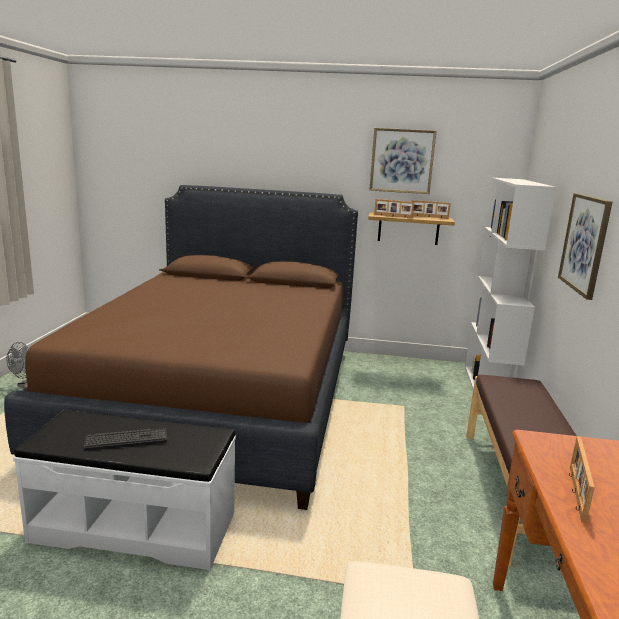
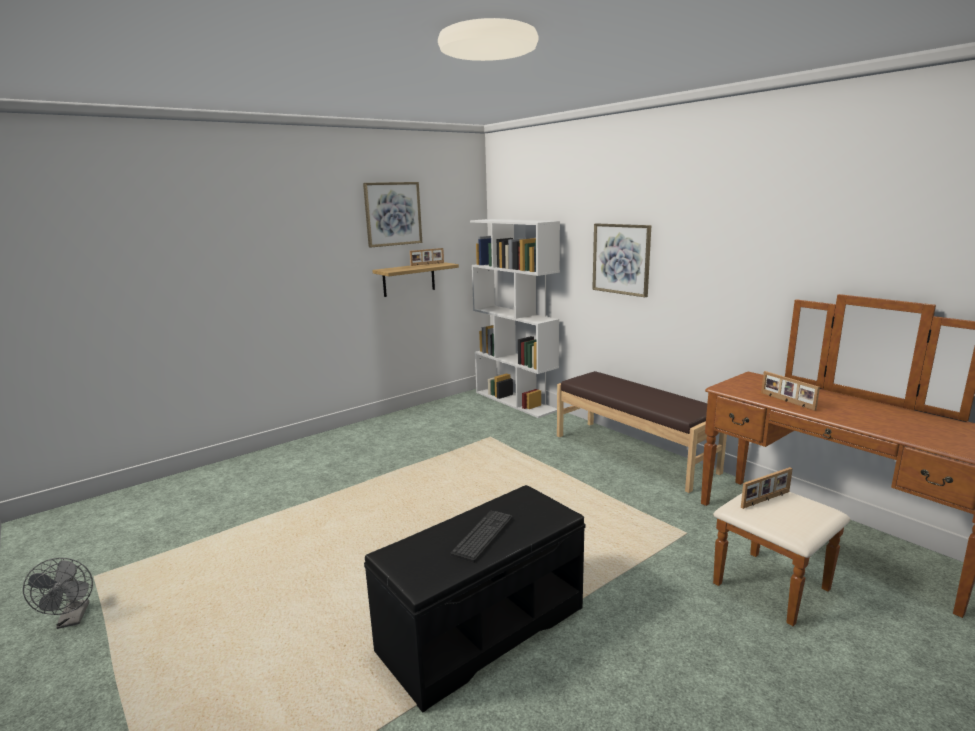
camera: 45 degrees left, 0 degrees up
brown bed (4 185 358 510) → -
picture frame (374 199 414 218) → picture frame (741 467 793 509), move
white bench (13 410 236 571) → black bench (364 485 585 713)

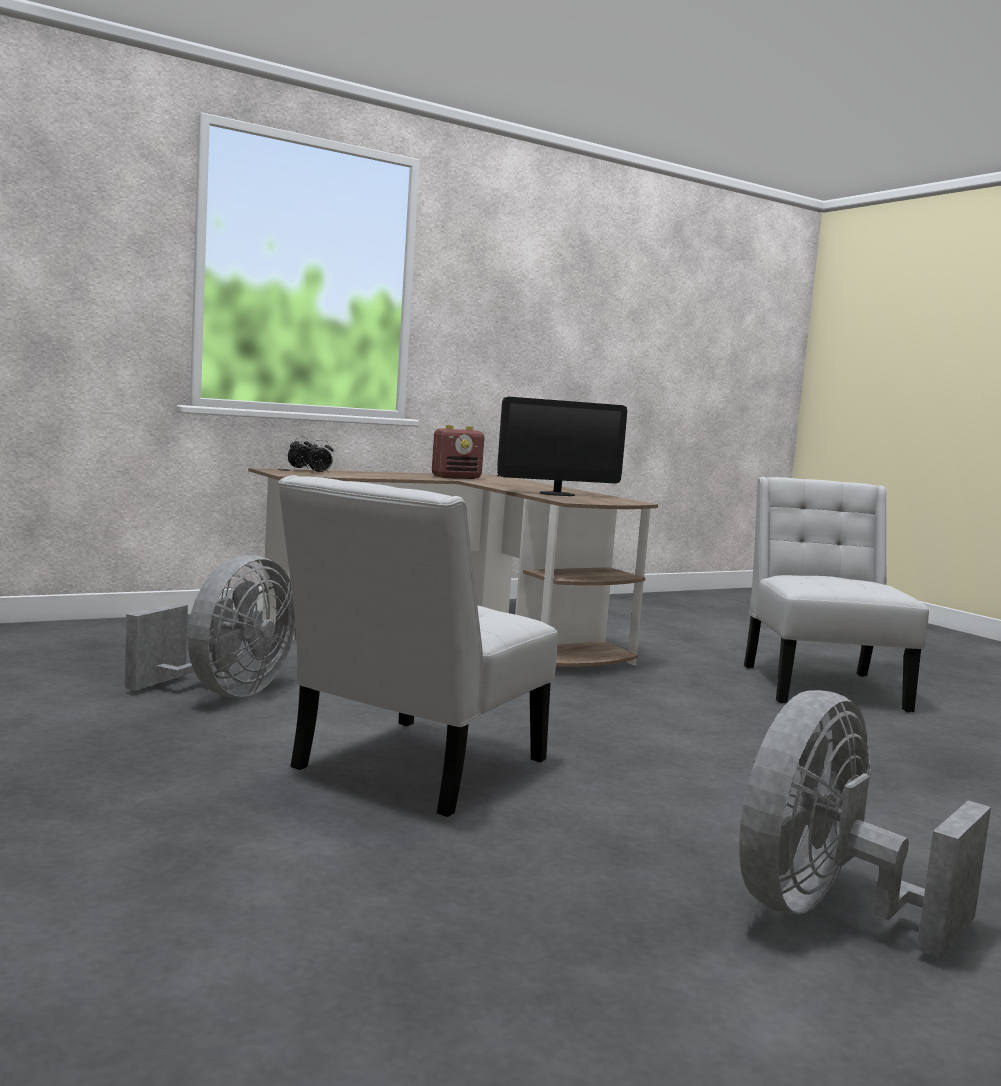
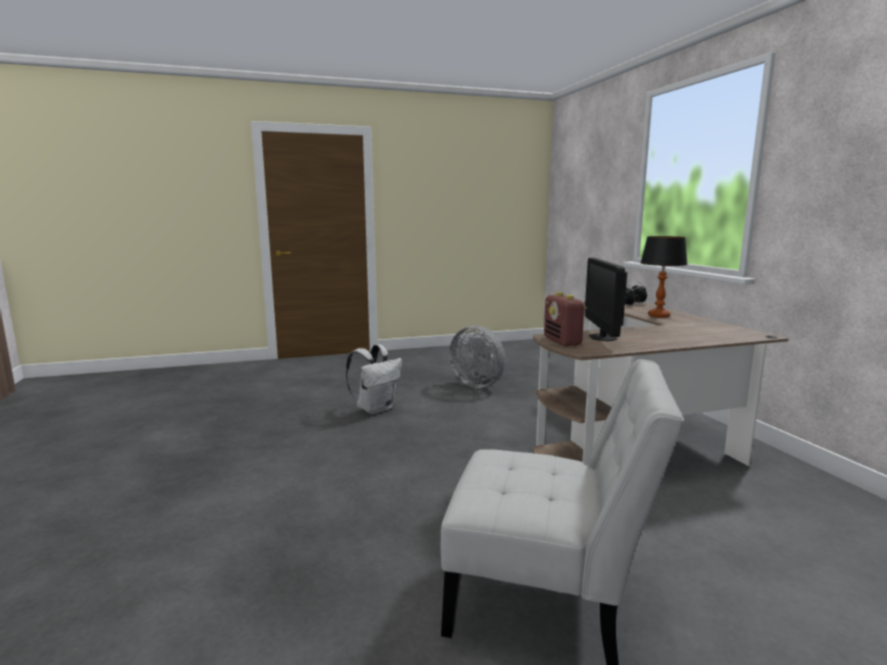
camera: 105 degrees right, 5 degrees up
radio (432 425 484 479) → radio (544 292 587 346), move
white chair (278 475 558 817) → white backpack (346 344 402 414)
grey fan (739 690 991 959) → -
- → table lamp (641 236 688 318)

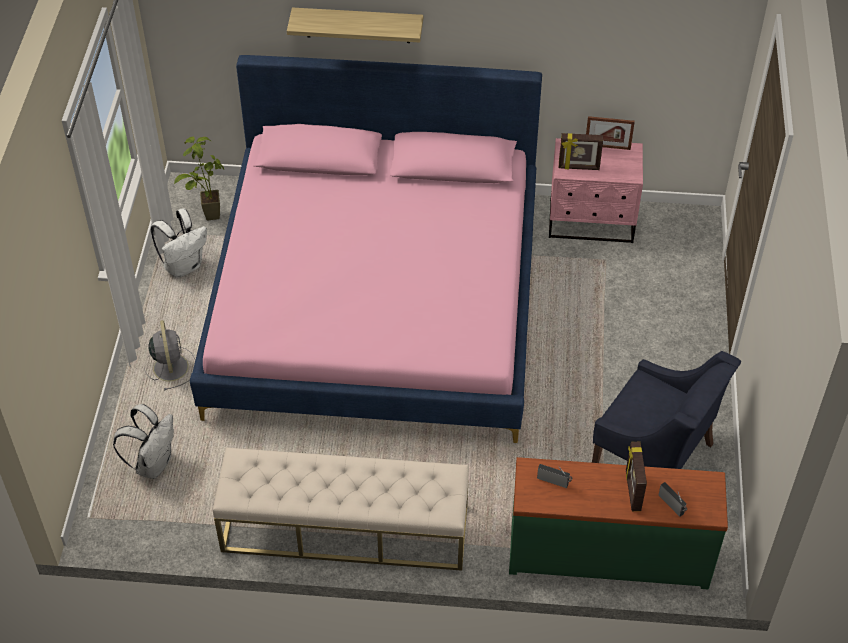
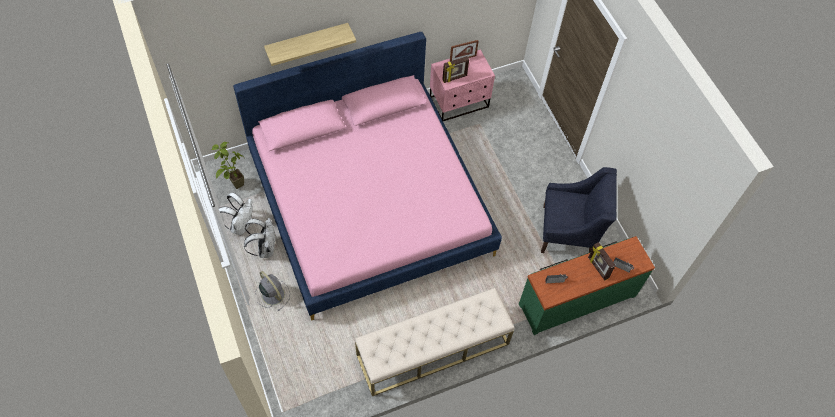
camera: 30 degrees left, 10 degrees up
white backpack (113 404 174 479) → white backpack (244 218 276 258), move

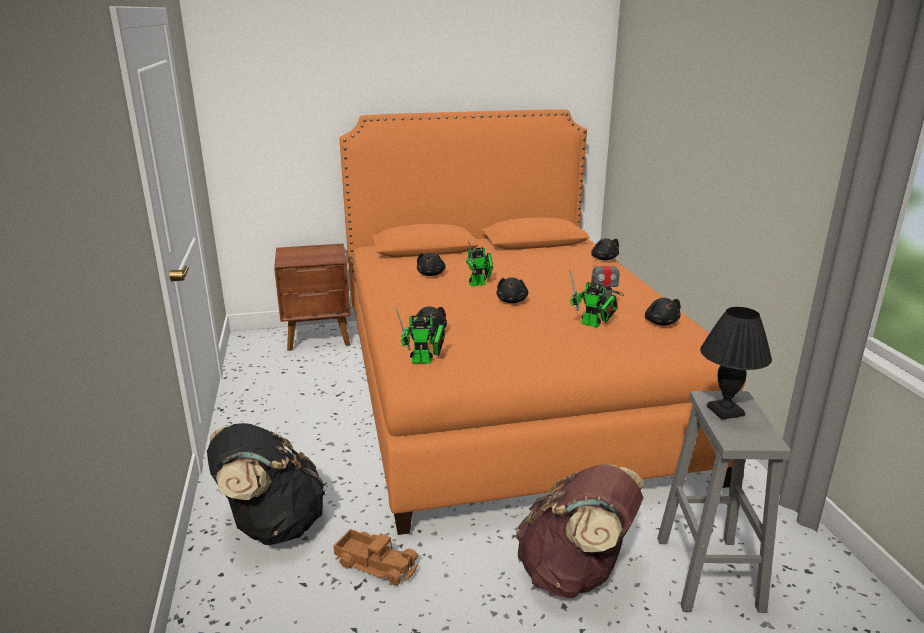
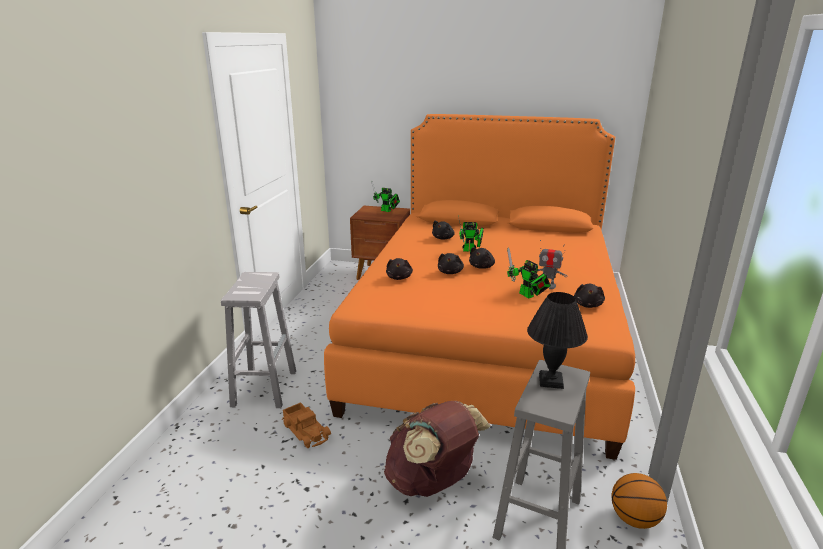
camera: 25 degrees right, 0 degrees up
black plush toy (591 238 619 260) → black plush toy (438 253 464 274), move
toy robot (396 308 445 364) → toy robot (371 180 400 212), move
black backpack (207 423 326 545) → white stool (221 272 296 408)
- → basketball (611 473 667 529)

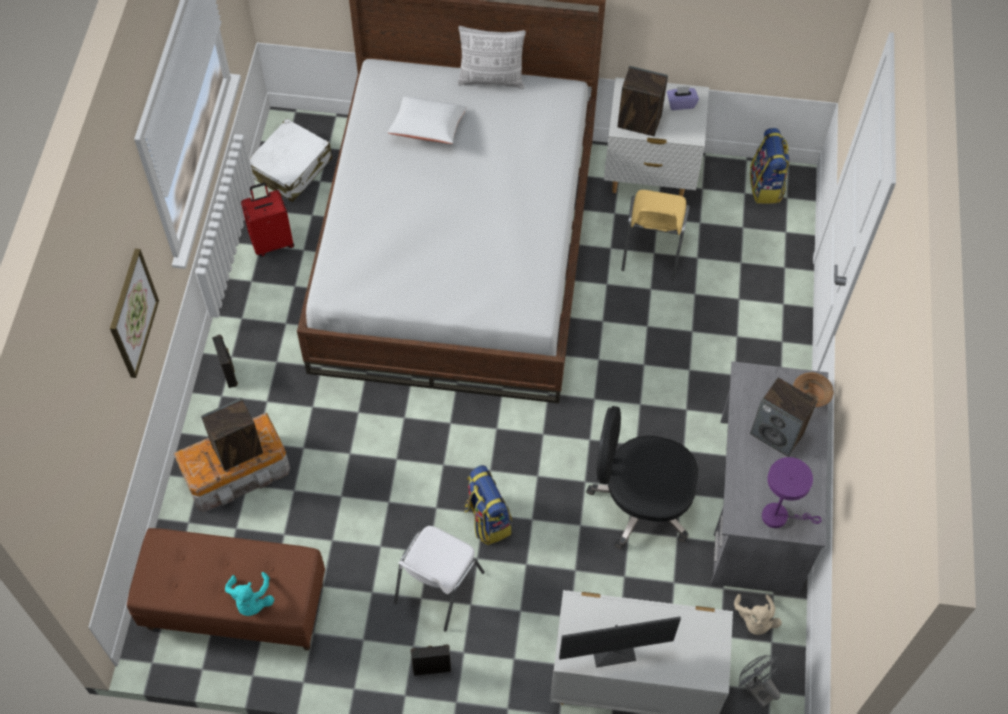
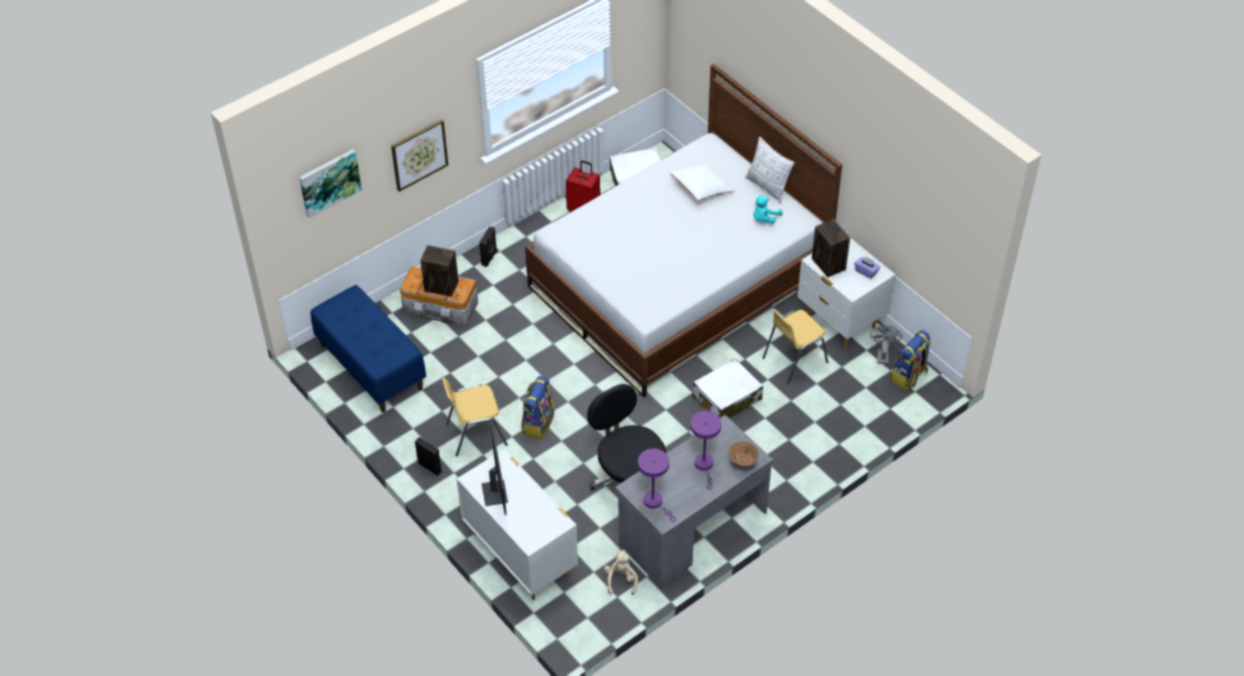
camera: 45 degrees right, 10 degrees down
speaker (750 378 818 457) → purple table lamp (690 411 721 489)
white chair (394 526 485 632) → yellow chair (442 378 508 457)
brown bench (127 528 325 650) → blue bench (311 285 426 412)
turquoise plush toy (225 572 274 616) → turquoise plush toy (753 196 782 224), move
beige plush toy (734 594 782 635) → beige plush toy (604 549 638 595), 135 degrees clockwise
monitor (559 617 681 667) → monitor (482 425 508 515), 135 degrees counterclockwise
grey fan (738 655 781 708) → grey fan (870 325 902 364), move
- → picture (299 149 362 218)
- → white suitcase (692 359 763 418)

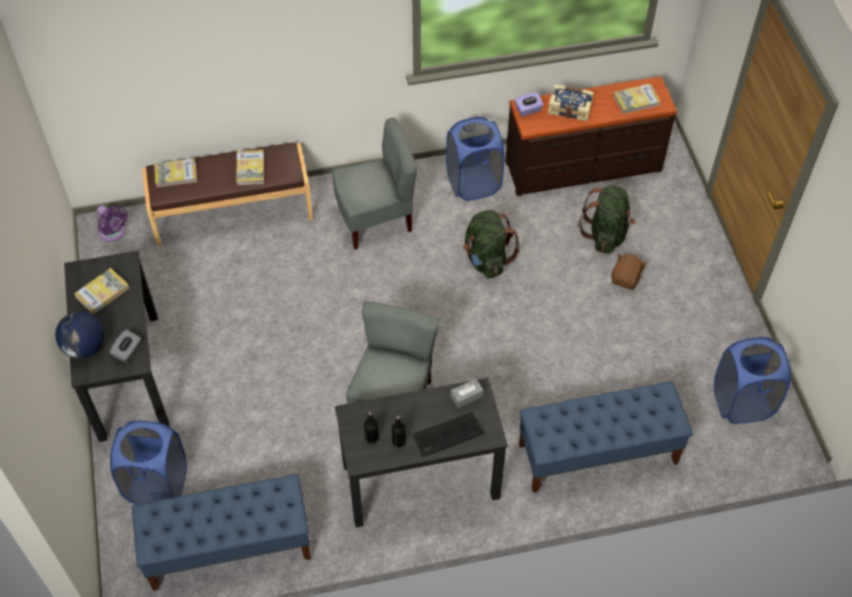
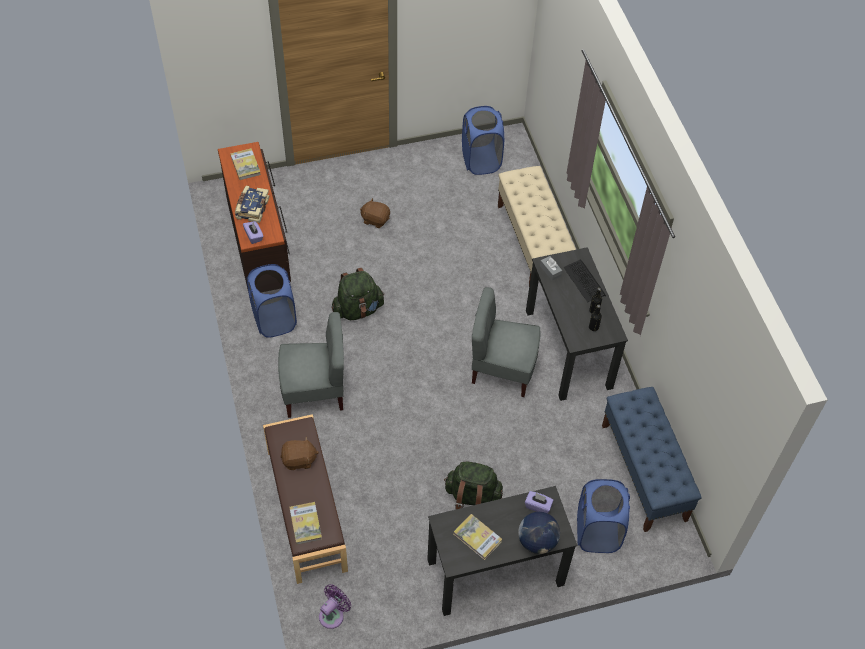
camera: 95 degrees left, 0 degrees up
grey chair (332 118 417 249) → grey chair (278 312 344 418), 105 degrees clockwise
book (236 150 264 185) → brown plush toy (280 437 319 470)
green backpack (578 185 636 254) → green backpack (444 461 503 510), move
grey tissue box (110 330 141 363) → purple tissue box (525 491 553 513)
blue bench (519 381 693 493) → beige bench (498 166 576 286)

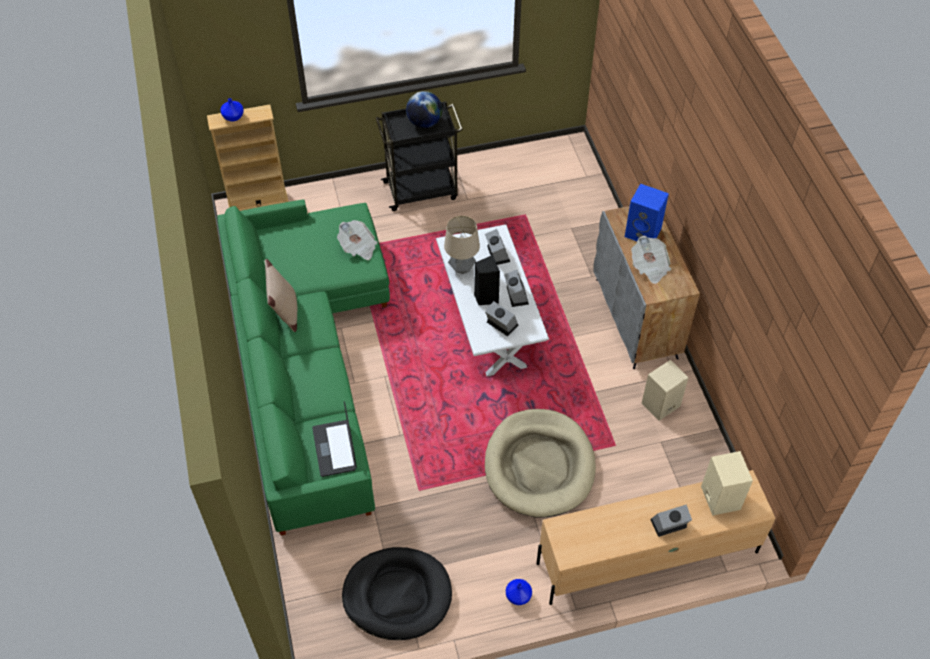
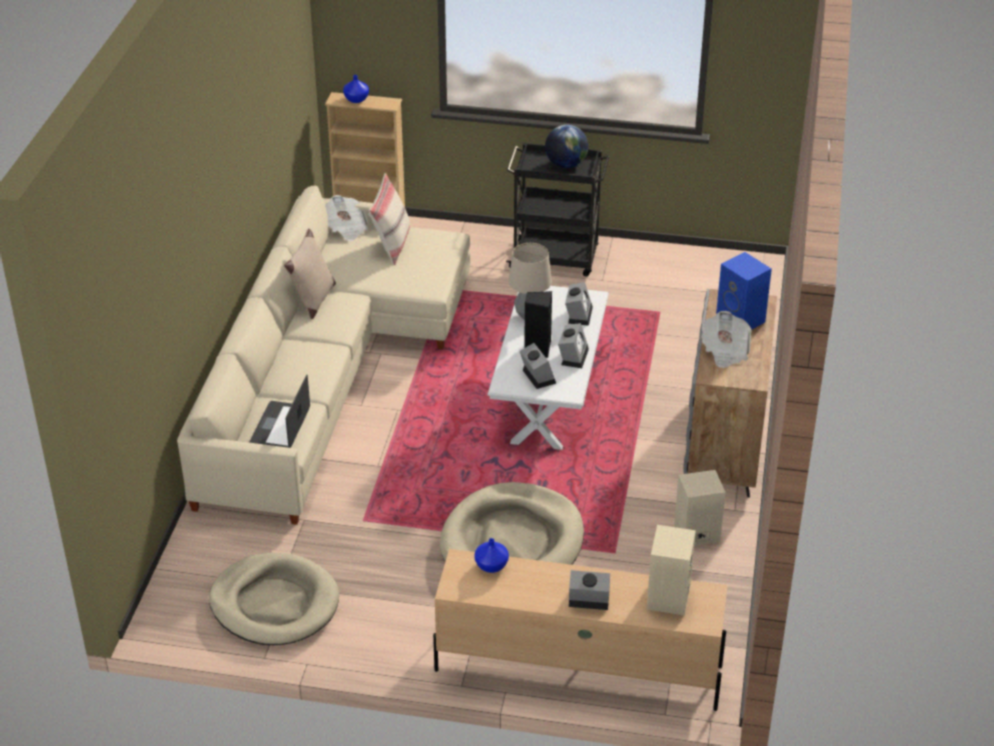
camera: 25 degrees right, 15 degrees down
green sofa (217 199 390 536) → beige sofa (177 186 471 525)
newspaper (337 220 378 260) → newspaper (325 195 368 242), move
black dog bed (342 547 452 640) → beige dog bed (209 553 339 645)
blue vase (506 579 532 605) → blue vase (474 538 509 573), move
- → beige pillow (369 173 410 265)

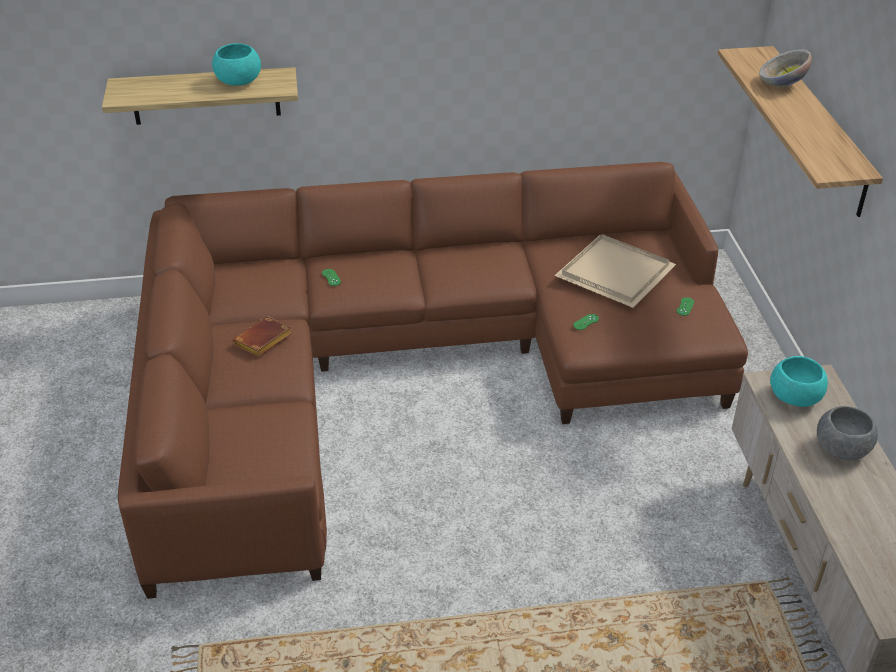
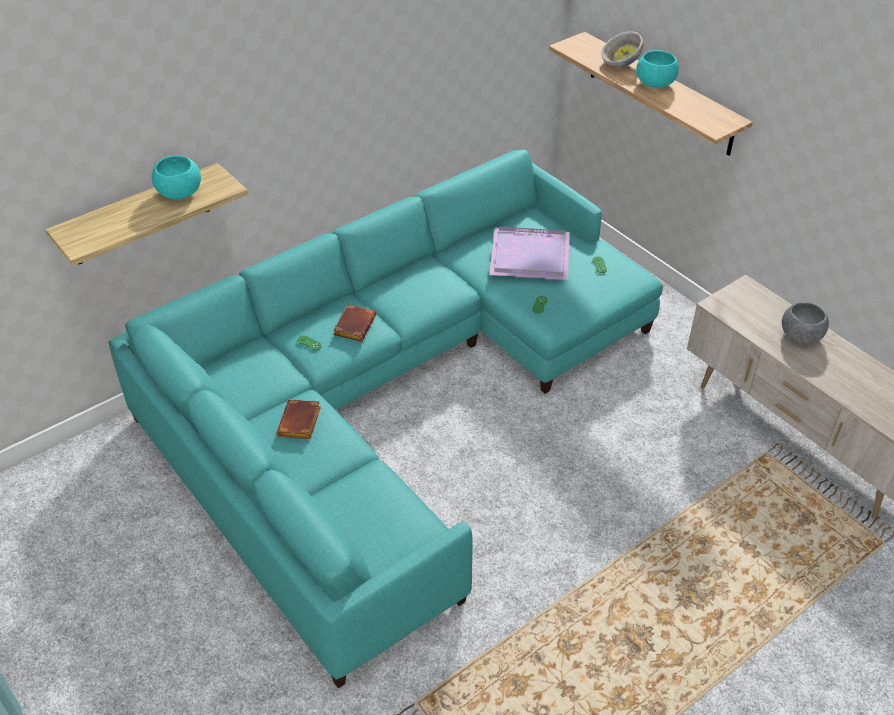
camera: 30 degrees left, 5 degrees up
brown sofa (118 162 748 599) → turquoise sofa (109 150 663 688)
beige tray (554 234 676 308) → purple tray (489 226 570 280)
turquoise bowl (770 356 828 407) → turquoise bowl (636 50 679 88), move
- → brown book (334 304 376 342)

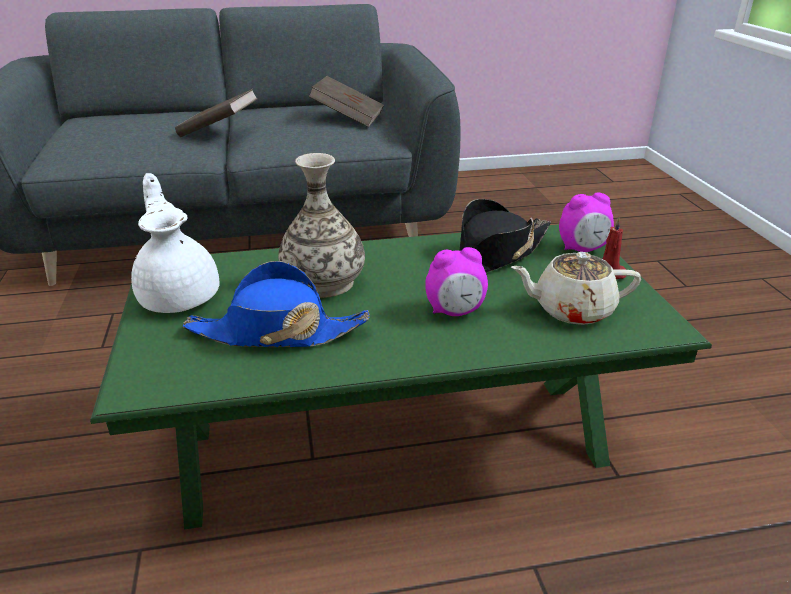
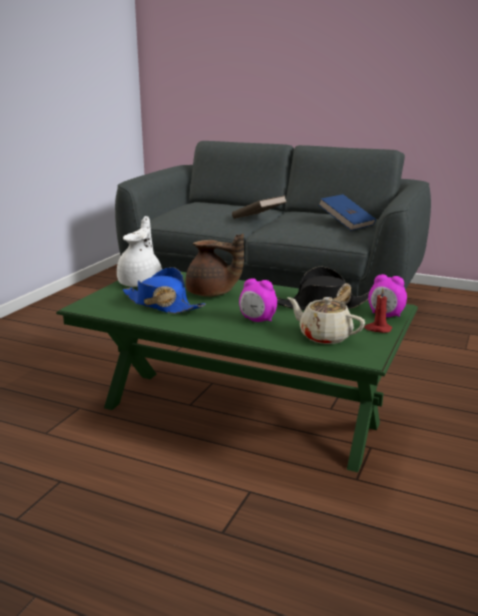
camera: 35 degrees right, 10 degrees down
brown book (308 76 384 127) → blue book (318 194 376 231)
vase (278 153 365 298) → brown teapot (185 234 244 297)

